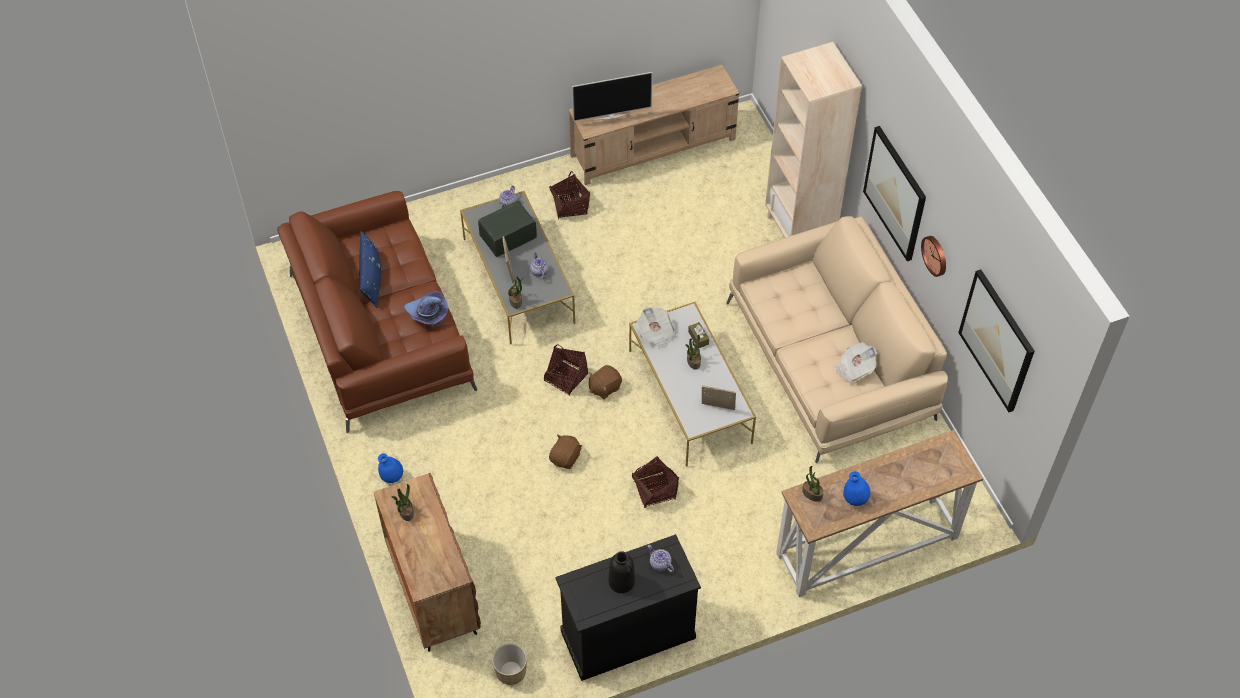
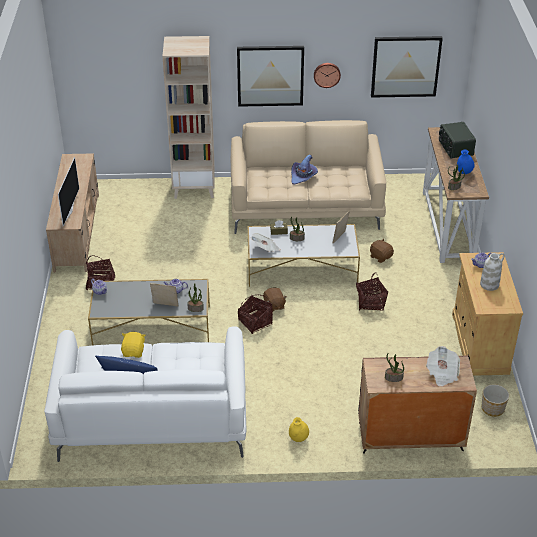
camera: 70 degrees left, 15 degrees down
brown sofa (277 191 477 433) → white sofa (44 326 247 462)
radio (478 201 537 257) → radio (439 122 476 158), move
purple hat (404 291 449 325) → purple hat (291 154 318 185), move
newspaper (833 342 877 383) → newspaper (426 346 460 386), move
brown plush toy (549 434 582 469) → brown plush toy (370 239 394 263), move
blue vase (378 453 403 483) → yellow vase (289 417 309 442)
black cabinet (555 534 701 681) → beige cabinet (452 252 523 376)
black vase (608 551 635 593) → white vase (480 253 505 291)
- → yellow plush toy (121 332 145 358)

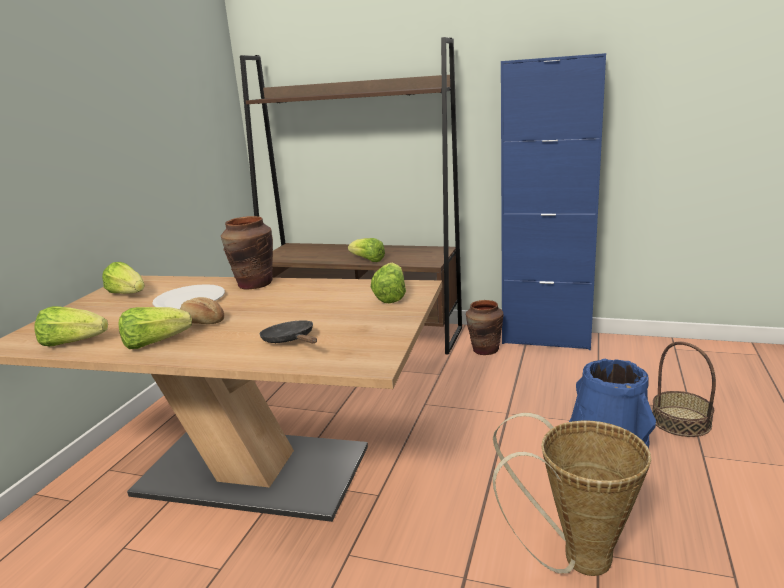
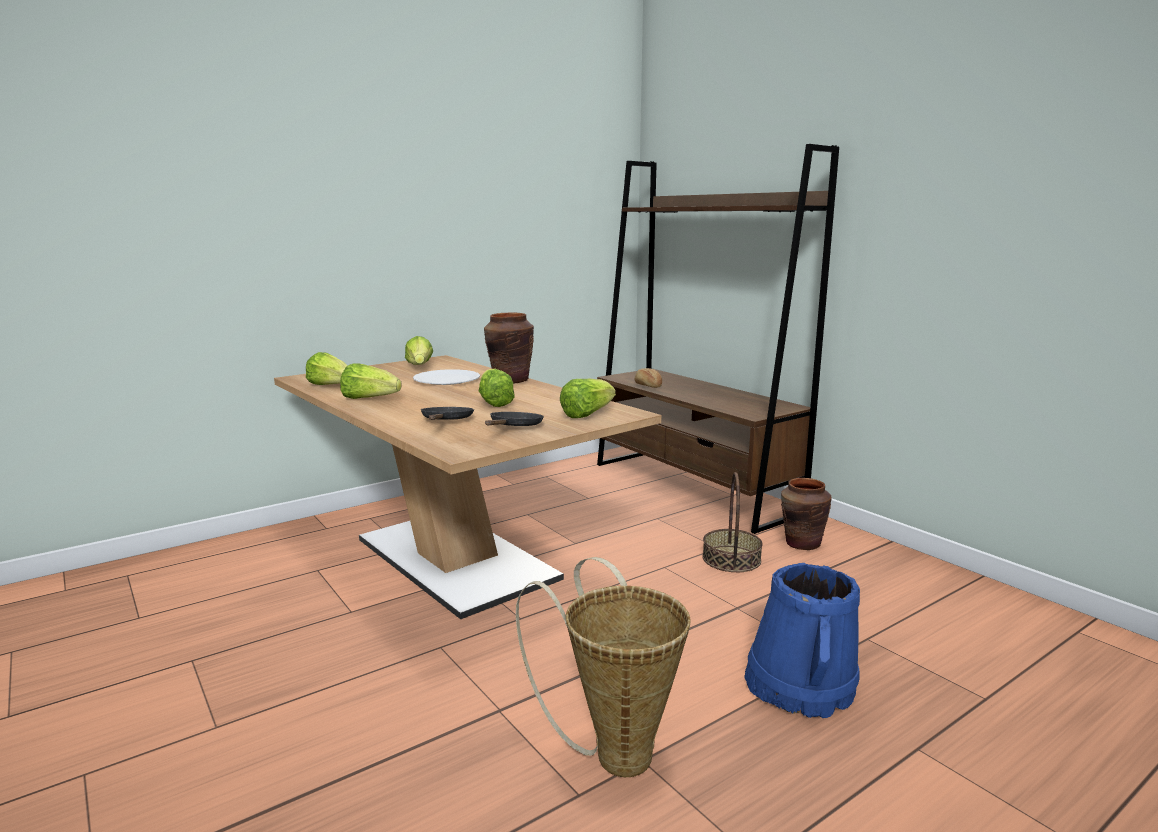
camera: 35 degrees right, 5 degrees down
blue cabinet (501 53 606 350) → -
lettuce (348 238 385 262) → lettuce (479 368 515 407), move
bread (180 297 224 324) → bread (635 368 662 388), move
basket (652 342 716 437) → basket (702 472 763 572), move
- → black frying pan (485 412 544 426)

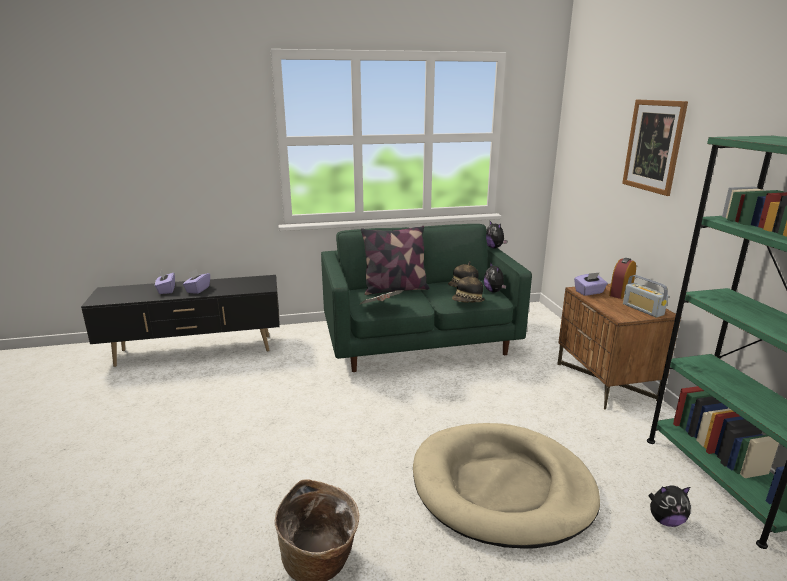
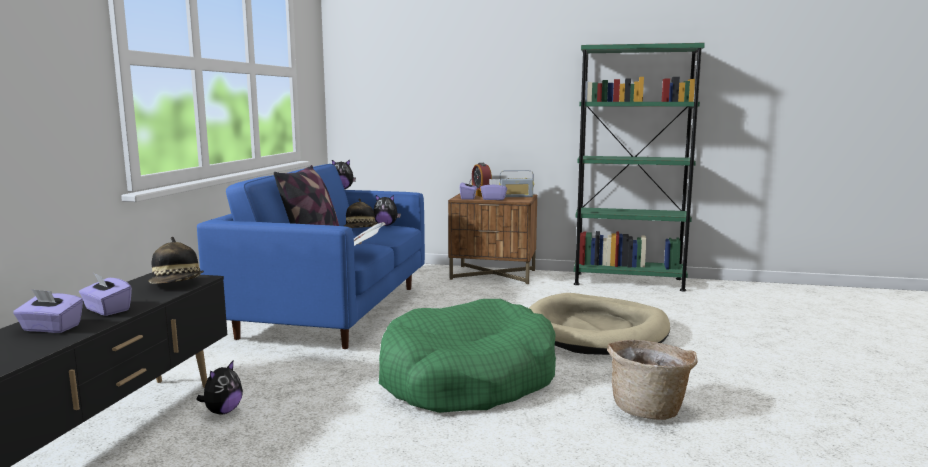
camera: 65 degrees left, 10 degrees down
picture (622 100 688 196) → -
green sofa (321 224 532 372) → blue sofa (197 164 425 349)
hat (452 273 485 303) → hat (149 237 204 284), move
plush toy (648 485 691 527) → plush toy (196 361 243 415), move
- → purple tissue box (480 179 507 200)
- → green dog bed (379 299 556 413)

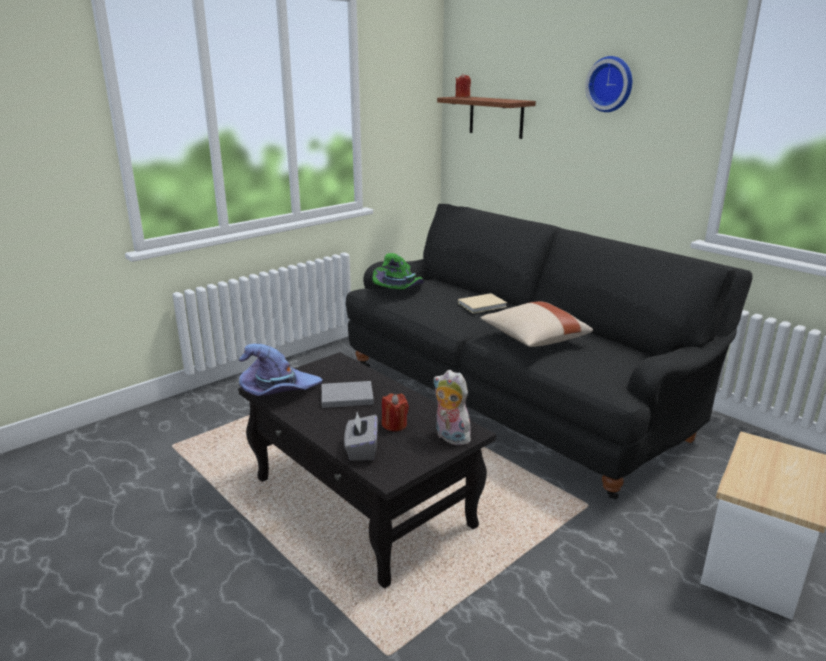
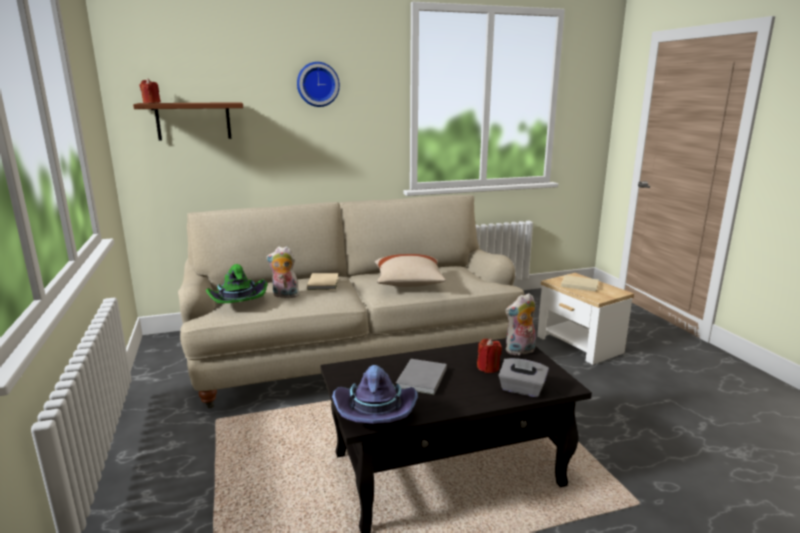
camera: 65 degrees left, 5 degrees down
black sofa (346 204 753 500) → beige sofa (178 195 524 408)
- → plush toy (266 246 300 298)
- → beige book (561 275 599 292)

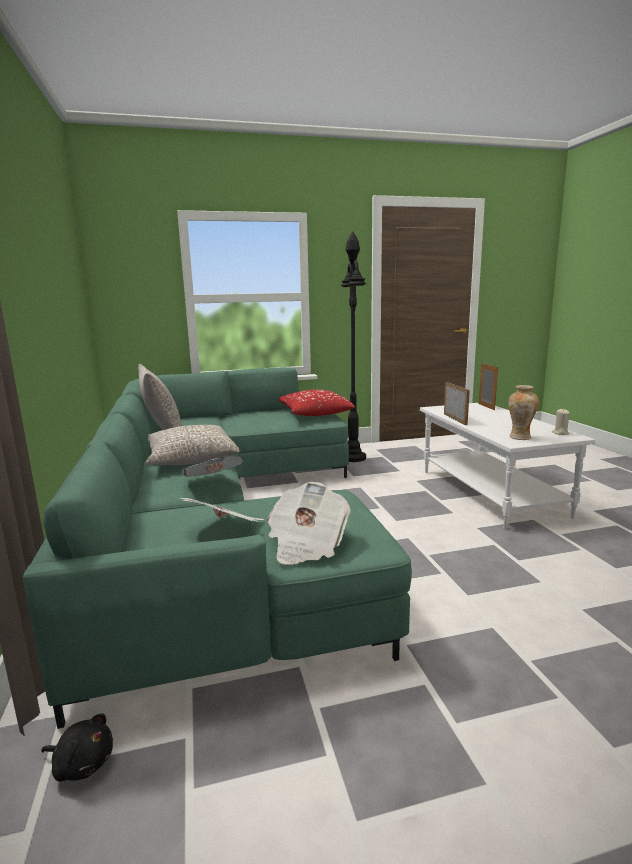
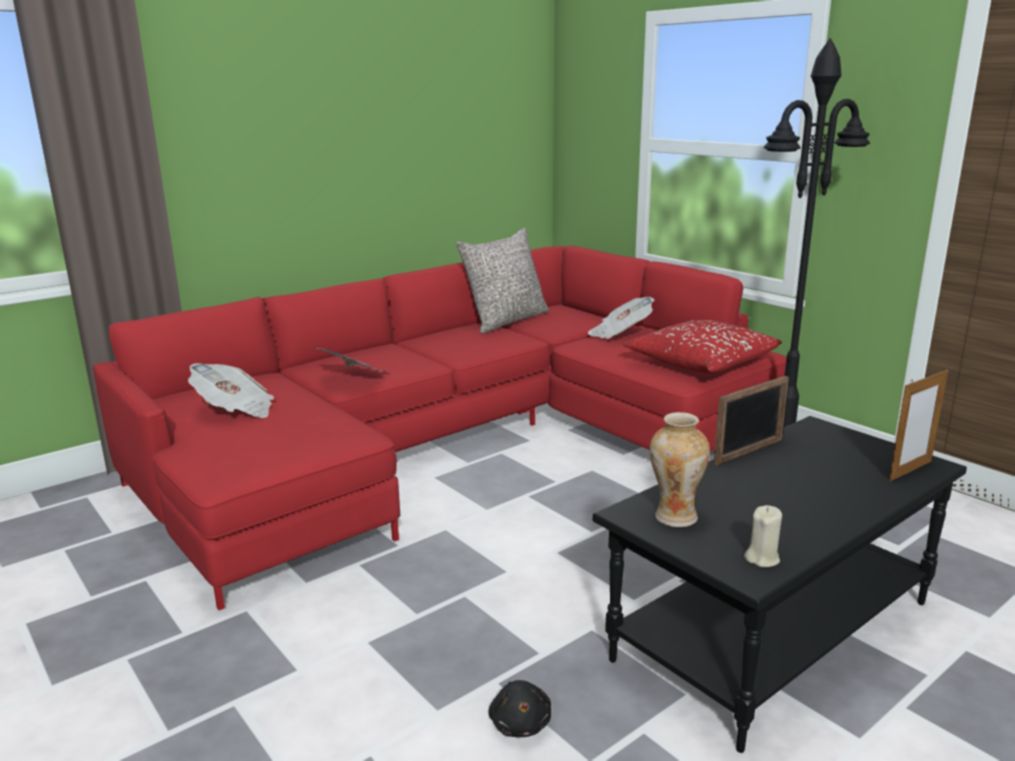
camera: 65 degrees right, 5 degrees up
green sofa (23 367 412 729) → red sofa (93 245 787 610)
white coffee table (420 403 595 529) → black coffee table (593 416 967 753)
grey pillow (146 425 240 465) → -
newspaper (267 482 351 565) → newspaper (588 297 655 339), move
black plush toy (41 713 113 782) → black plush toy (488 680 551 737), move

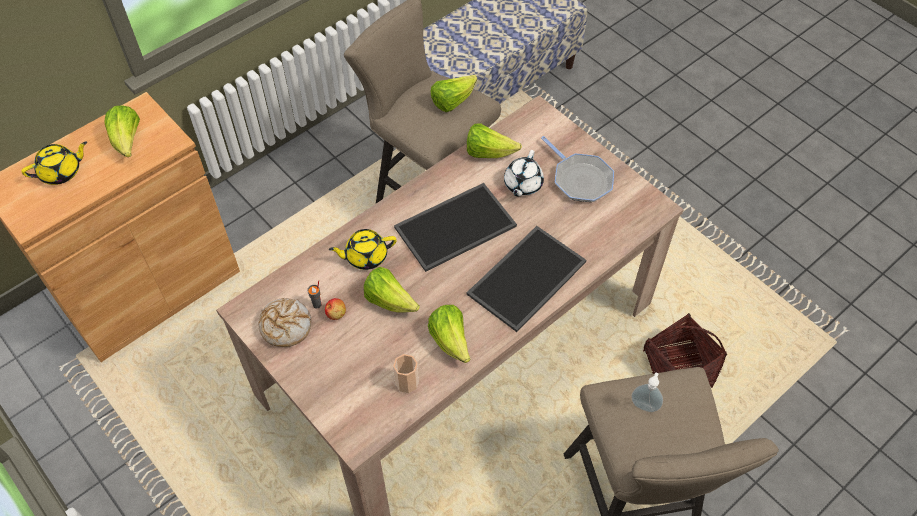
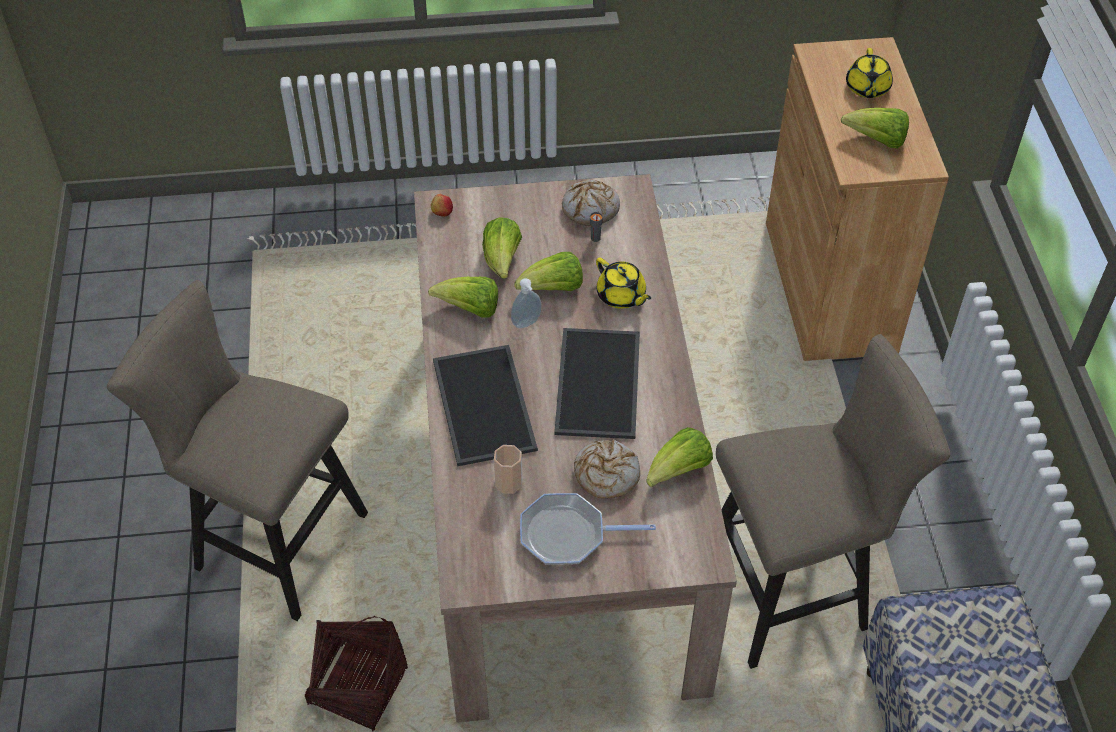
camera: 125 degrees right, 5 degrees down
lettuce (431 75 477 112) → lettuce (482 217 522 279), move
white teapot (504 150 544 197) → bread (574 439 640 498)
yellow teapot (329 229 397 270) → yellow teapot (596 258 651 309), 120 degrees clockwise
apple (325 298 346 320) → apple (431 194 453 217), move
cup (393 354 419 393) → cup (494 445 522 494), move
soap dispenser (631 372 663 412) → soap dispenser (511 278 541 329), move

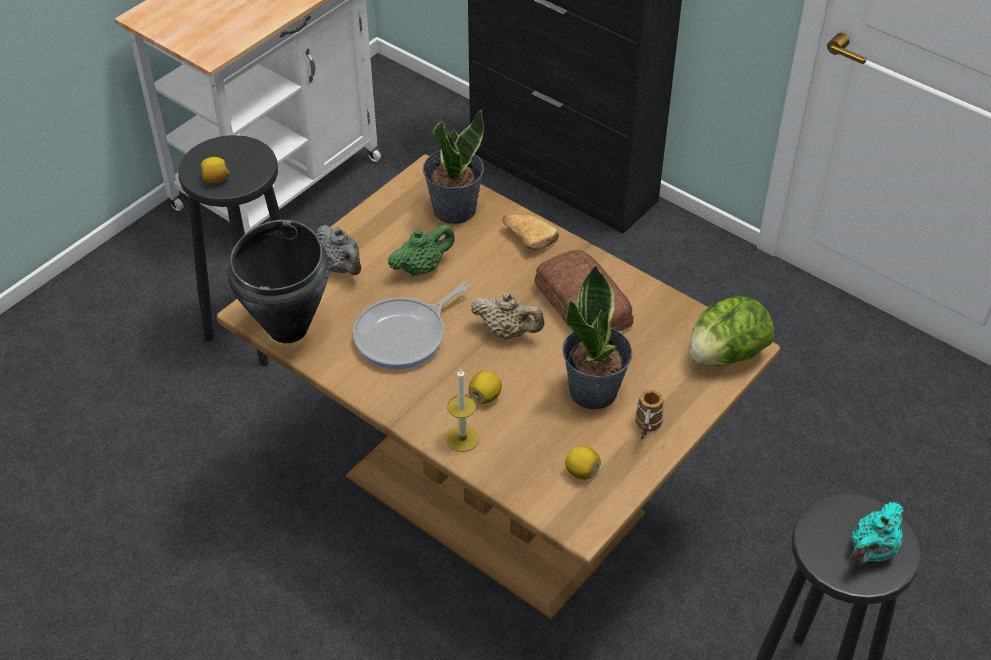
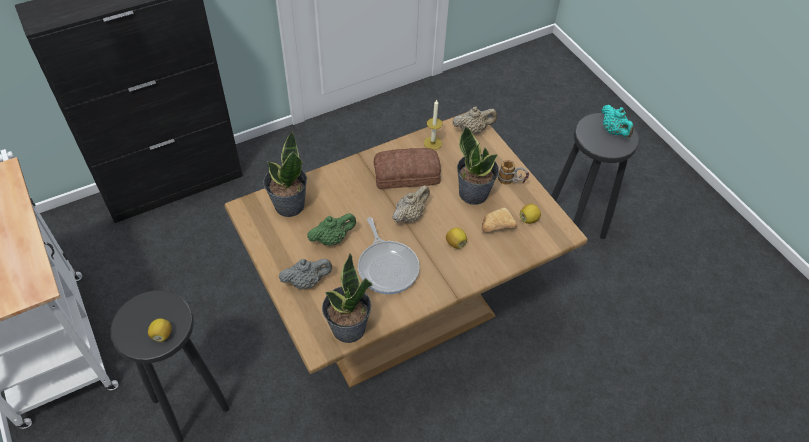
camera: 70 degrees left, 5 degrees up
bread (502 214 559 251) → bread (482 208 517 232), move
black cooking pot (228 220 329 343) → potted plant (322 254 372 343)
green teapot (388 224 455 276) → green teapot (307 213 356 246), 75 degrees clockwise
lettuce (690 296 774 366) → beige teapot (452 107 497 134)
candle (446 368 479 452) → candle (424 100 443 150), move

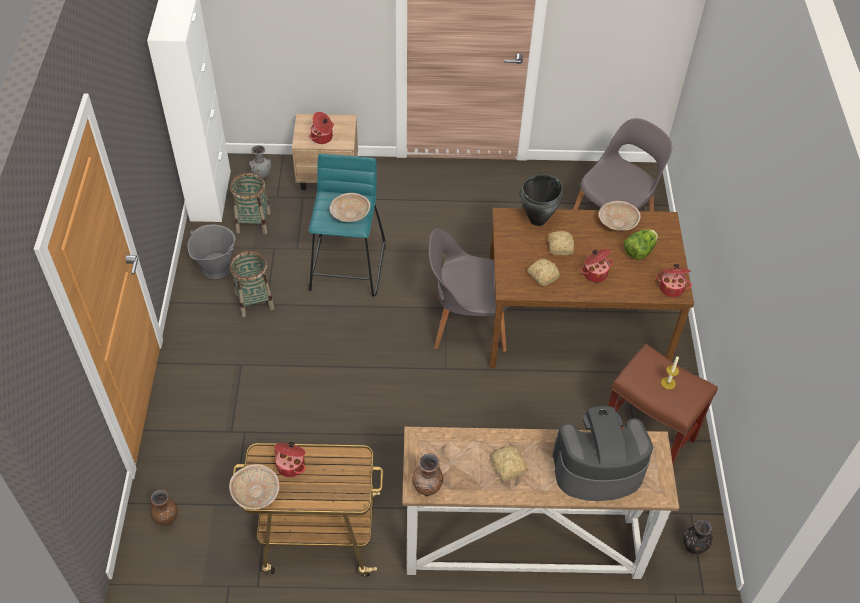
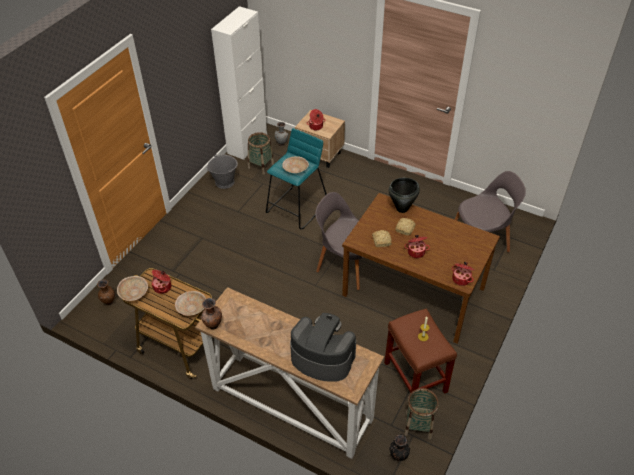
camera: 30 degrees right, 5 degrees down
beige bowl (598 201 641 231) → beige bowl (175 291 206 316), move
lettuce (624 229 658 260) → -
basket (230 251 274 317) → basket (404 388 439 440), move
bread (491 446 528 481) → -

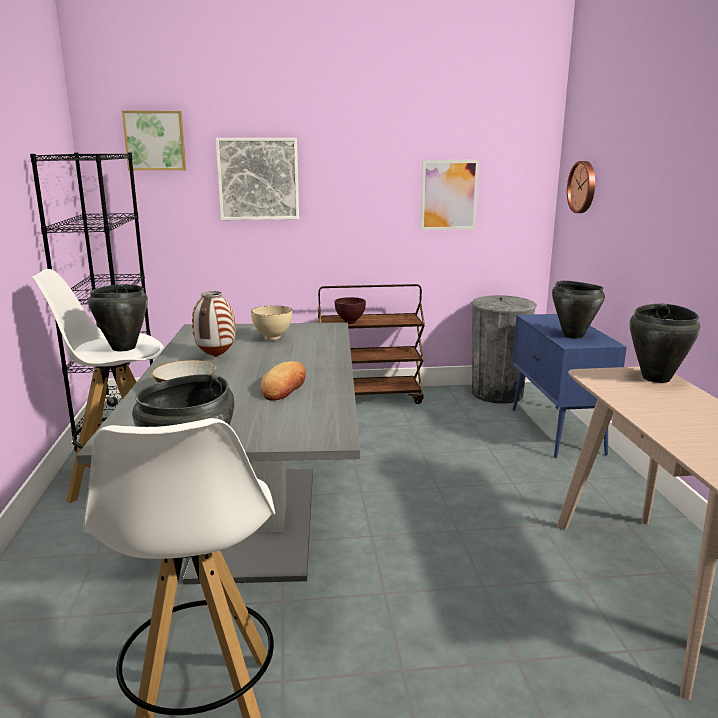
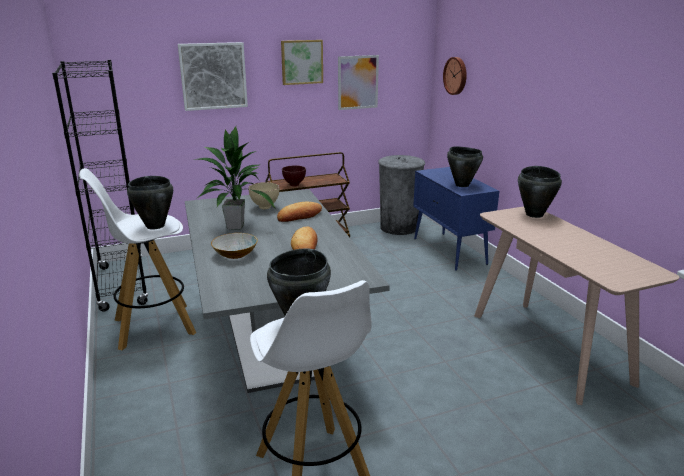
camera: 15 degrees left, 5 degrees up
picture (122 111 186 170) → picture (281 40 323 85), move
vase (192 291 236 357) → potted plant (195 126 276 229)
- → bread (277 201 322 222)

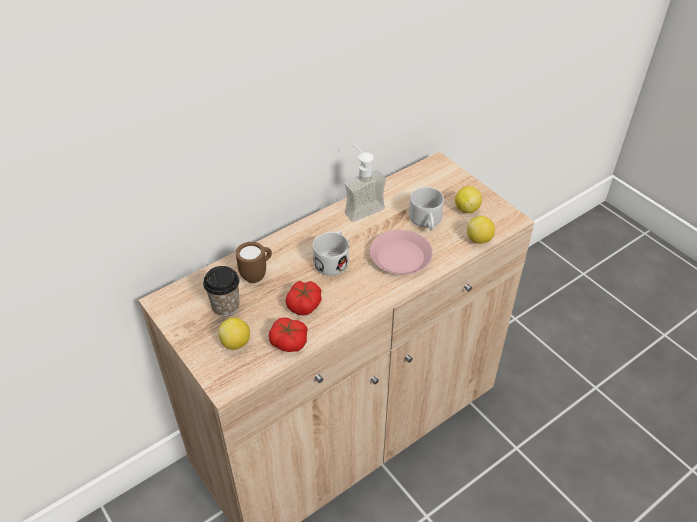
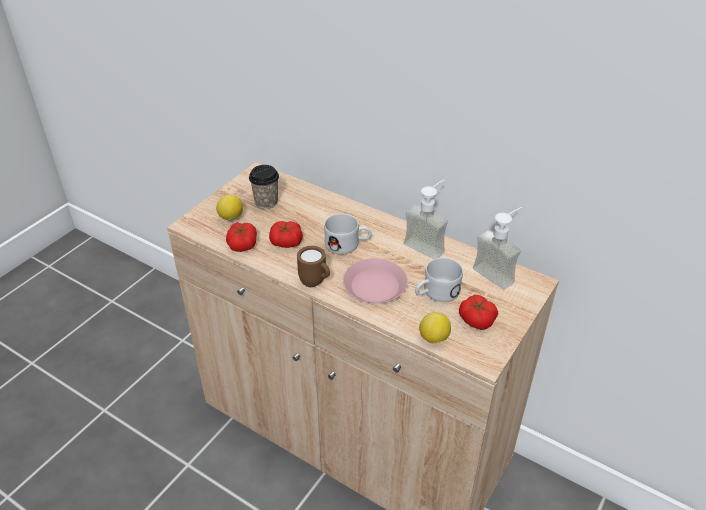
camera: 70 degrees right, 5 degrees down
lemon (455 186 482 213) → tomato (459 295 498 330)
brown mug (236 242 272 283) → brown mug (297 246 330 287), move
- → soap dispenser (473 207 522 289)

